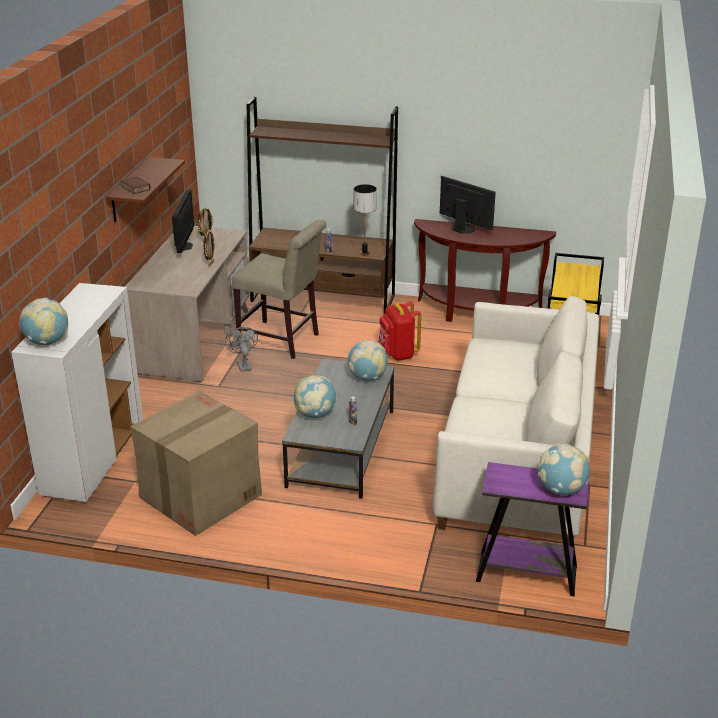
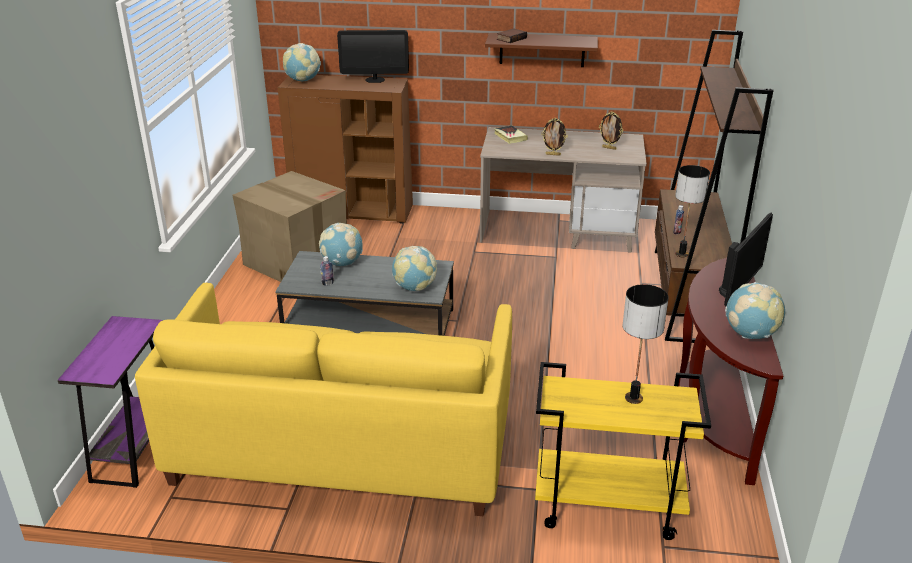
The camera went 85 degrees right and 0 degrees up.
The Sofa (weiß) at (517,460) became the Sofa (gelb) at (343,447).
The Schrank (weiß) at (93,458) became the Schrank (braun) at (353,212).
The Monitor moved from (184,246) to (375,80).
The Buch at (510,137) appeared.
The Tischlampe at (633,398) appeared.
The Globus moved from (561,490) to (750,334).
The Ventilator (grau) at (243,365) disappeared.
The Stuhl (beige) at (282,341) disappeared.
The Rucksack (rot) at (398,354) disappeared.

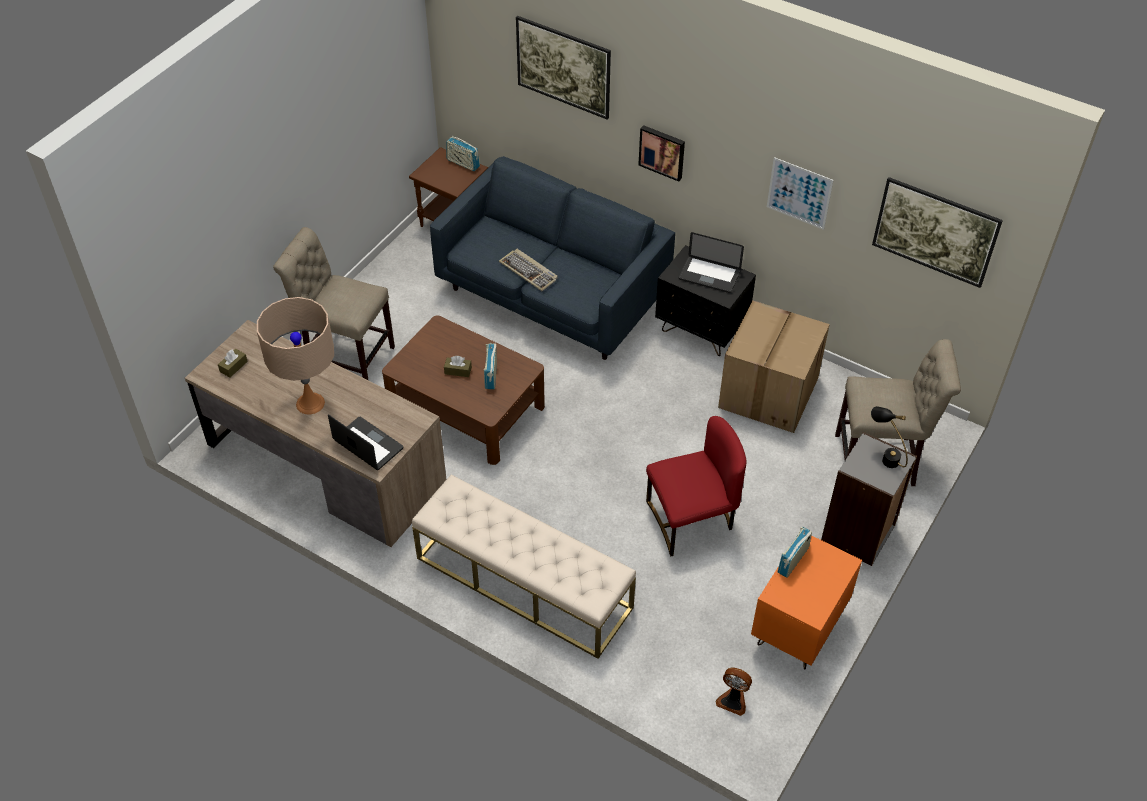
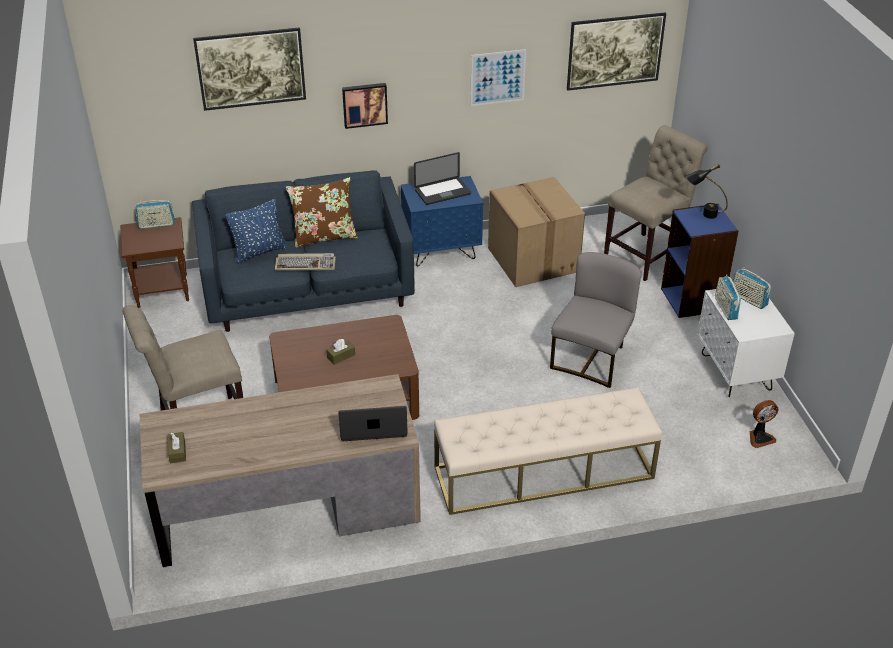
The camera went 45 degrees left and 10 degrees down.
The Kissen (blau) at (259,251) appeared.
The Kissen (braun) at (324,236) appeared.
The Nachttisch (schwarz) at (701,330) became the Nachttisch (blau) at (441,251).
The Stuhl (rot) at (691,520) became the Stuhl (grau) at (591,359).
The Bücherregal (grau) at (858,534) became the Bücherregal (blau) at (692,300).
The Nachttisch (orange) at (798,629) became the Nachttisch (weiß) at (736,372).
The Radio moved from (491,375) to (748,299).
The Tischlampe (beige) at (310,403) disappeared.

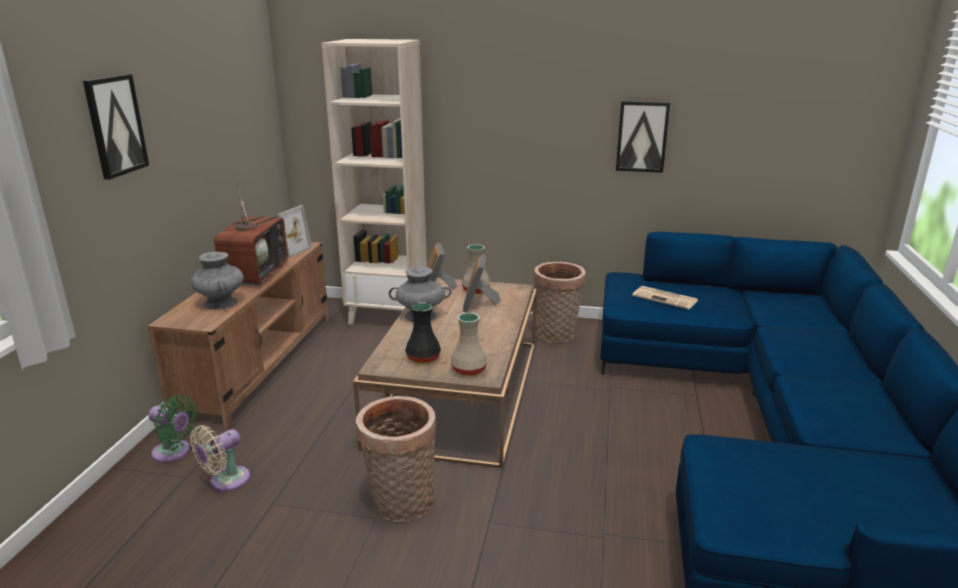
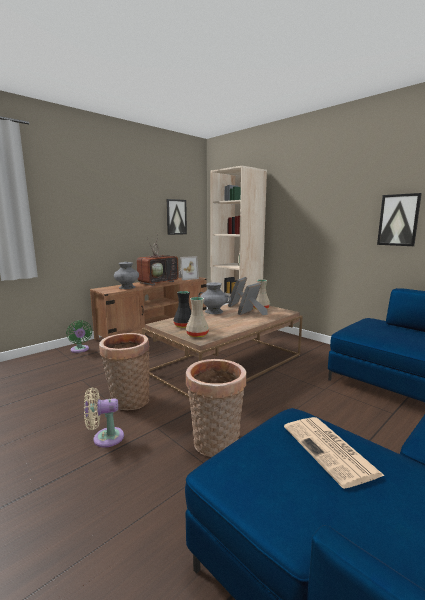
The camera went 35 degrees right and 10 degrees down.
The Ventilator (beige) moved from (226,481) to (105,438).
The Bild moved from (115,125) to (176,217).
The Korb moved from (556,335) to (215,445).
The Zeitung moved from (666,298) to (330,450).

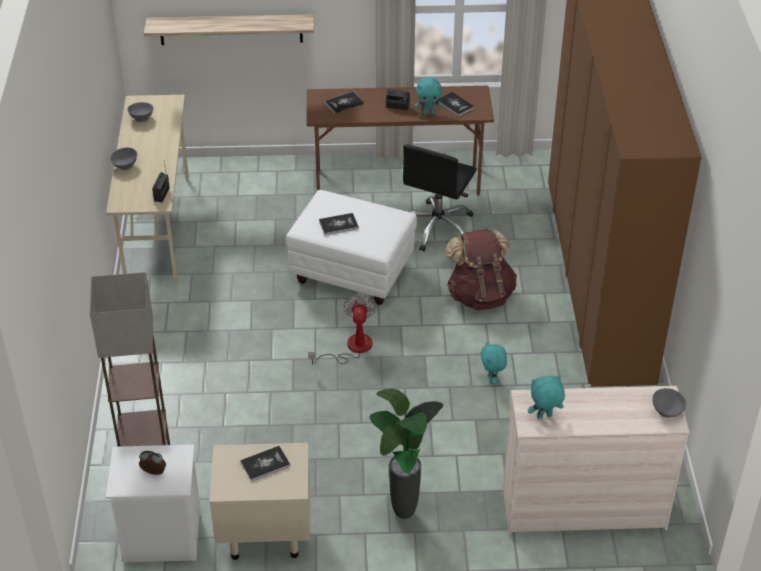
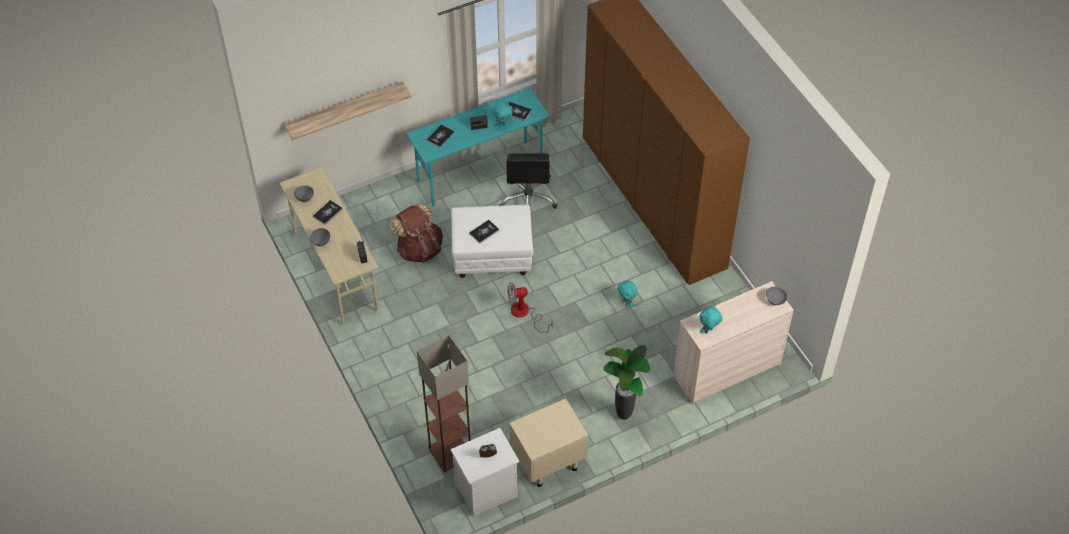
The camera went 25 degrees left and 10 degrees up.
The Buch moved from (265,464) to (328,213).
The Rucksack (braun) moved from (480,295) to (419,249).
The Schreibtisch (braun) at (398,181) became the Schreibtisch (türkis) at (480,172).
The Ventilator at (351,348) turned 75 degrees counterclockwise.

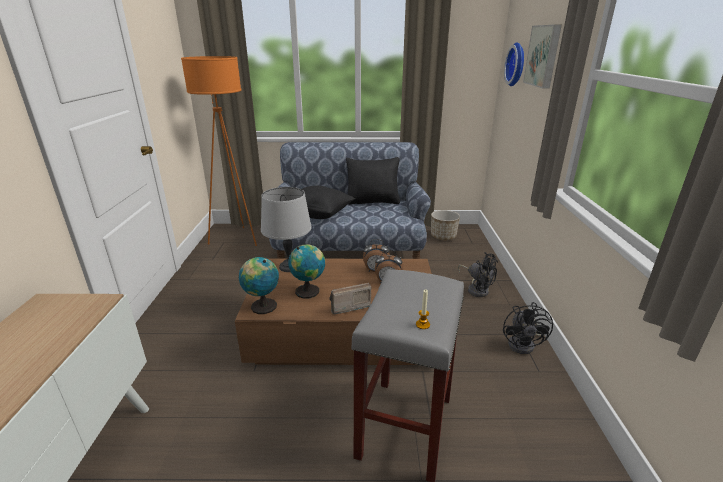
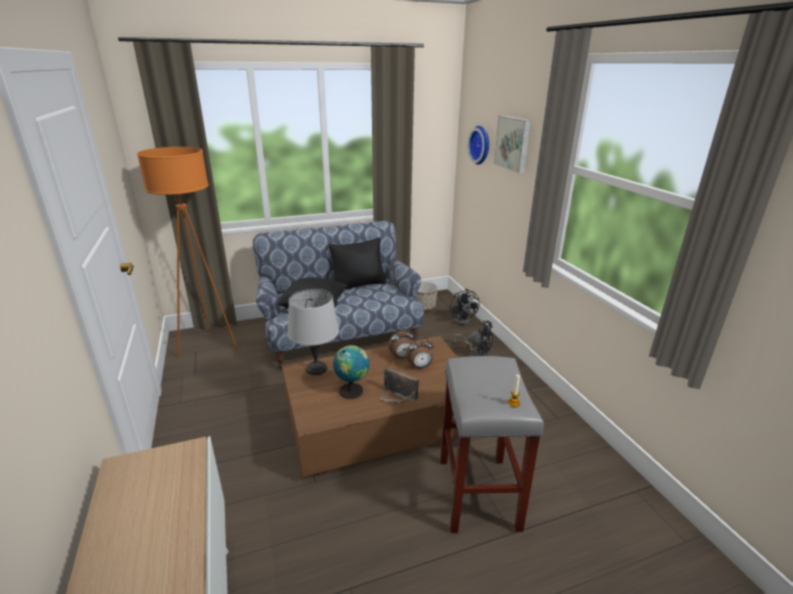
The camera went 20 degrees left and 0 degrees up.
The Radio at (348,306) turned 105 degrees counterclockwise.
The Ventilator (schwarz) moved from (524,344) to (463,319).
The Globus at (262,306) disappeared.

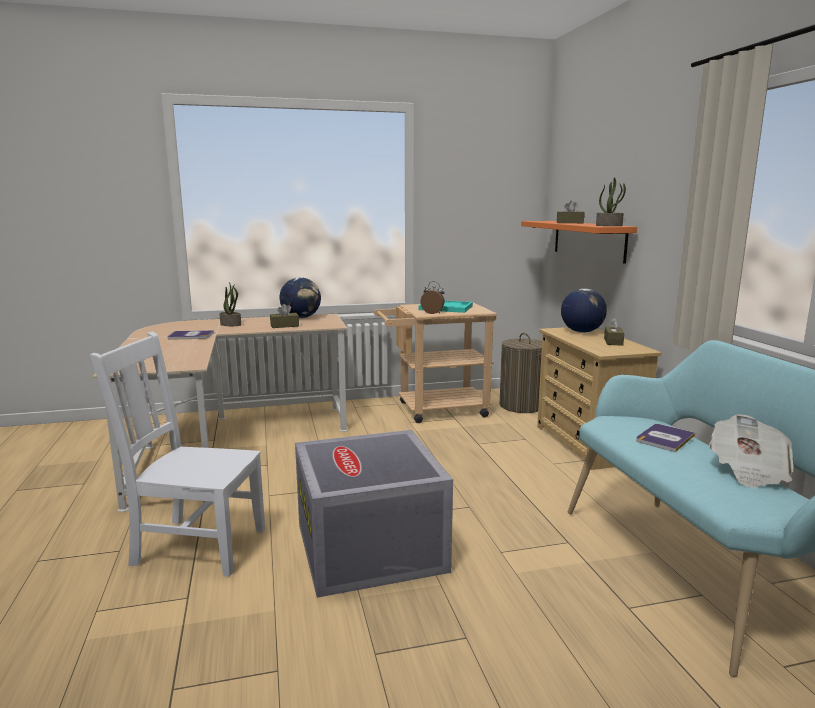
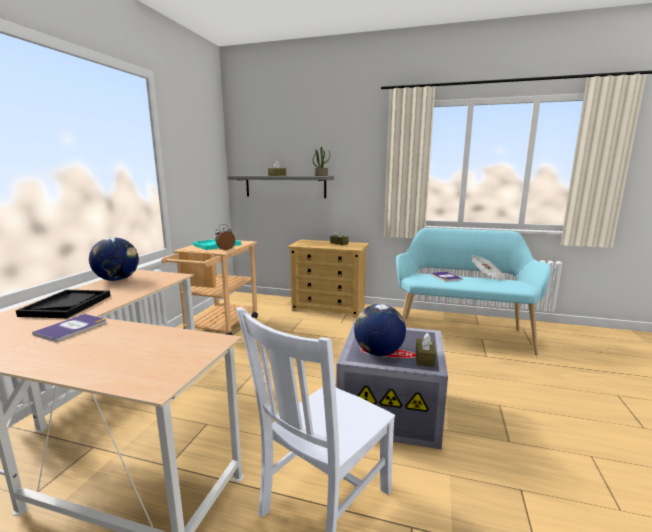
The camera went 60 degrees left and 0 degrees up.
The Topfpflanze at (231,324) was replaced by the Tablett (schwarz) at (67,305).
The Wandregal (orange) at (588,240) became the Wandregal (grau) at (285,186).
The Globus moved from (581,332) to (378,353).
The Taschentuchbox (braun) moved from (284,326) to (424,358).
The Wäschekorb at (521,406) disappeared.

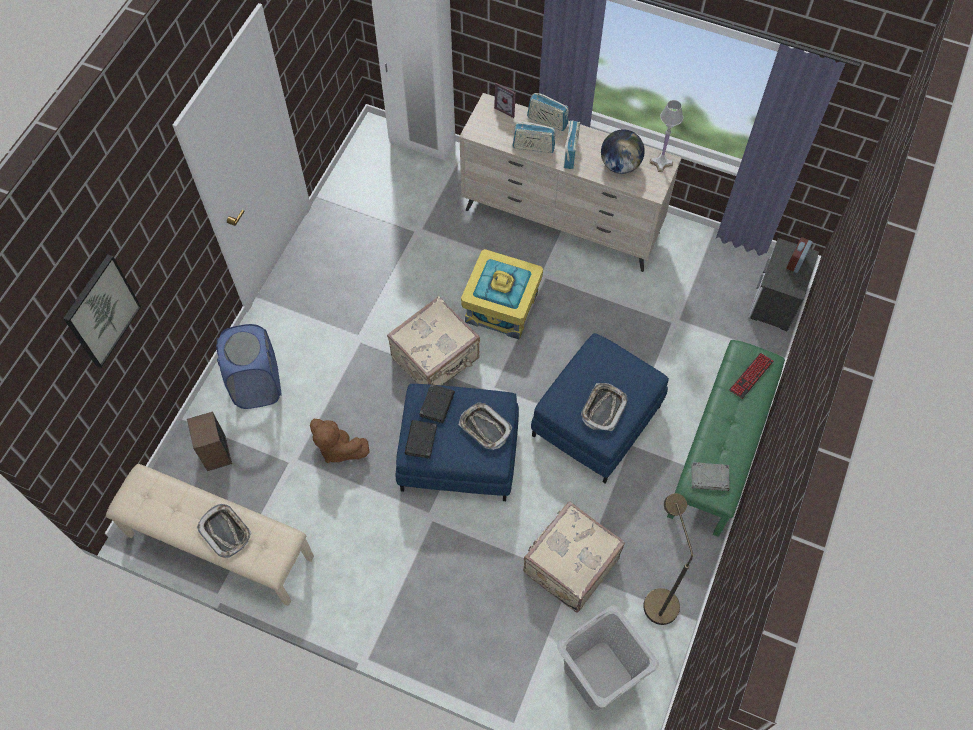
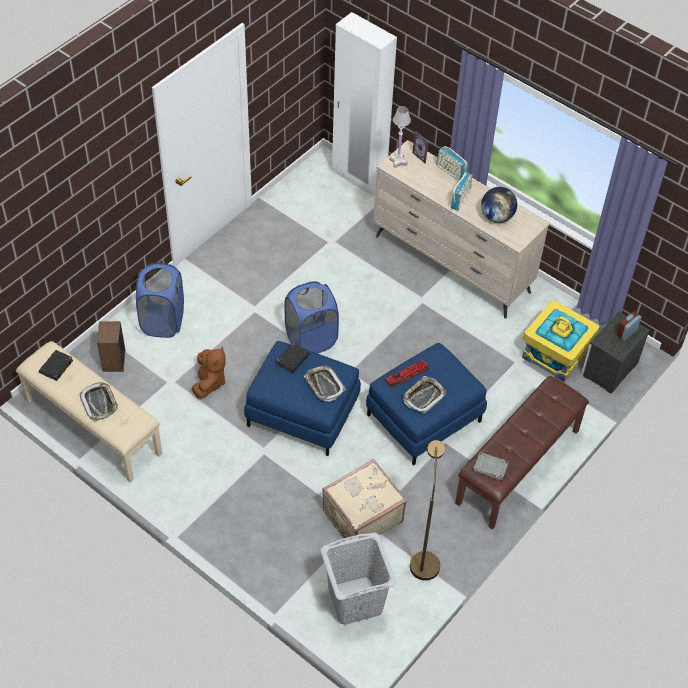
The camera went 15 degrees right and 10 degrees down.
The Buch (schwarz) moved from (421,441) to (56,367).
The Plüschtier (braun) at (338,448) turned 135 degrees counterclockwise.
The Koffer (beige) at (436,359) was replaced by the Wäschekorb (blau) at (311,339).
The Tastatur moved from (751,376) to (407,374).
The Tischlampe (weiß) moved from (661,163) to (398,161).
The Bank (grün) at (720,450) became the Bank (braun) at (518,467).
The Aufbewahrungsbox (gelb) moved from (502,307) to (556,354).
The Bild at (101,311) disappeared.
The Radio at (533,147) disappeared.

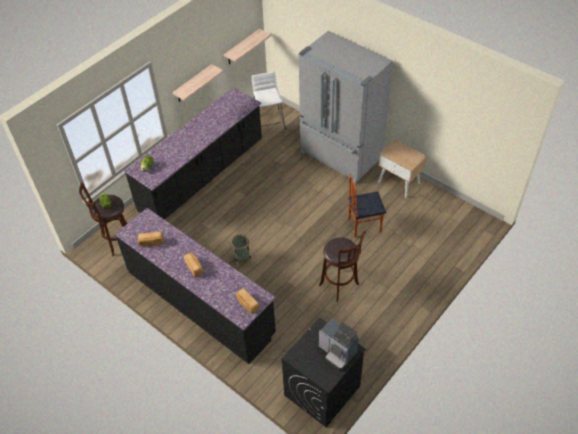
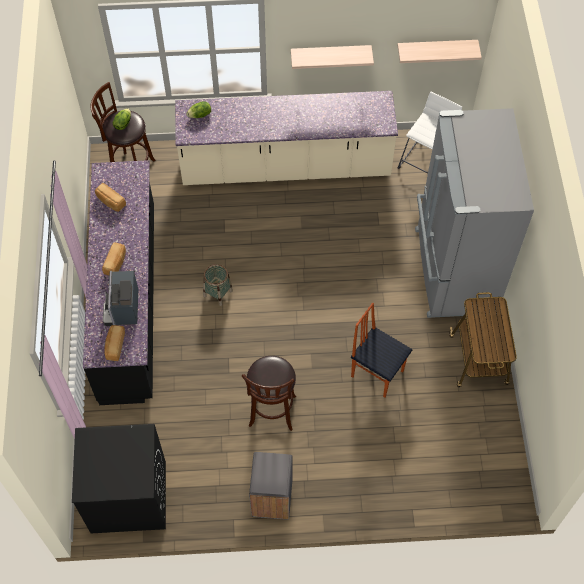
The camera went 45 degrees right and 10 degrees up.
The Kaffeemaschine moved from (337,352) to (123,309).
The Küchenzeile (schwarz) at (202,176) became the Küchenzeile (beige) at (286,167).
The Mülleimer (grau) at (271,499) appeared.
The Nachttisch (beige) at (399,182) was replaced by the Rollwagen at (478,361).

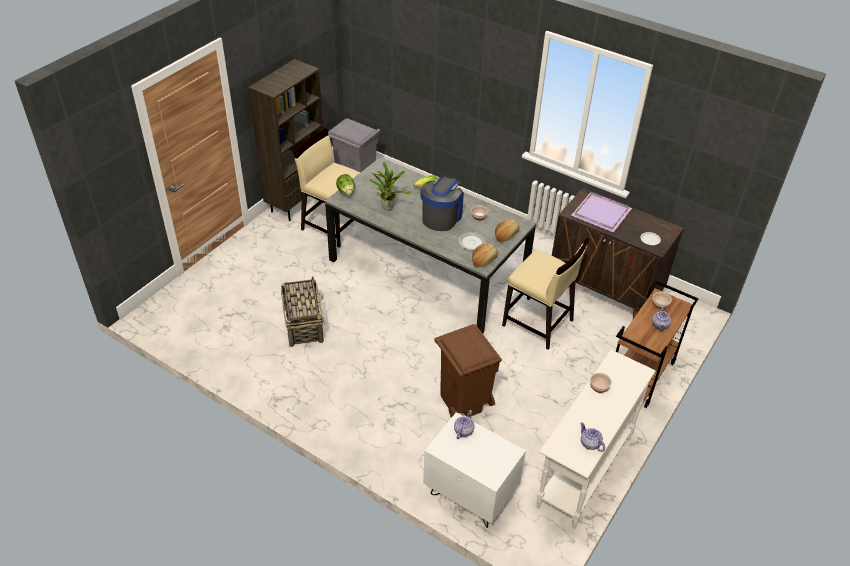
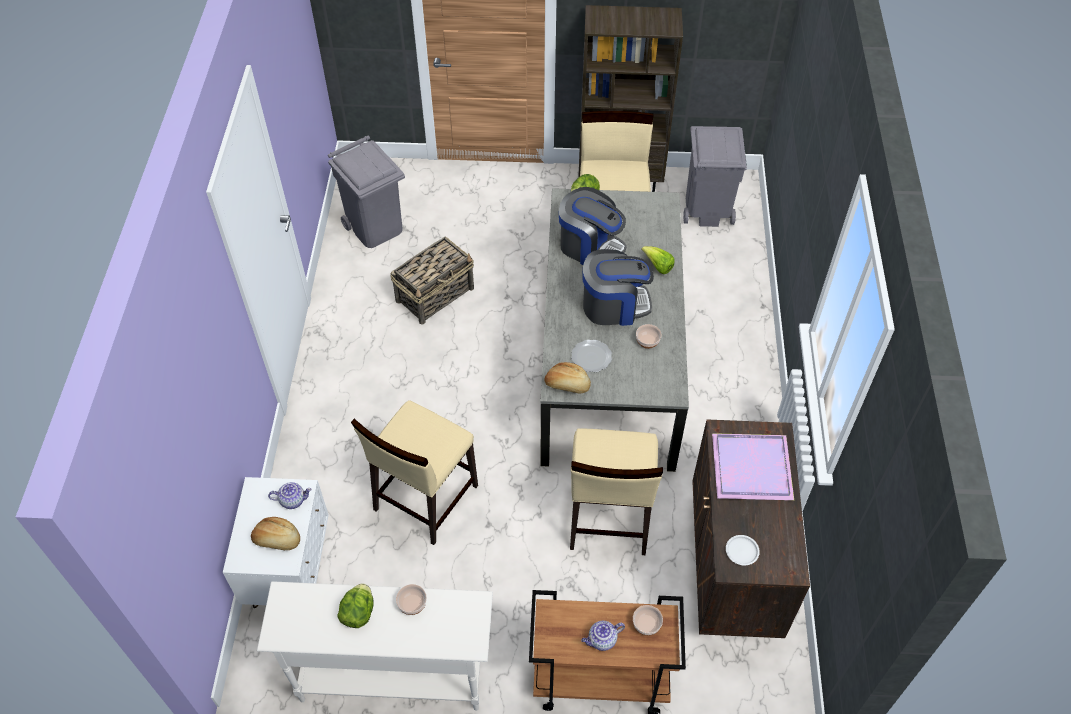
The camera went 60 degrees right and 10 degrees up.
The Brot moved from (506,235) to (277,540).
The Mülleimer (grau) at (375,227) appeared.
The Salatkopf at (358,613) appeared.
The Mülleimer (braun) at (464,400) was replaced by the Stuhl (beige) at (424,498).
The Topfpflanze at (388,206) was replaced by the Kaffeemaschine at (590,246).
The Teekanne at (589,443) disappeared.

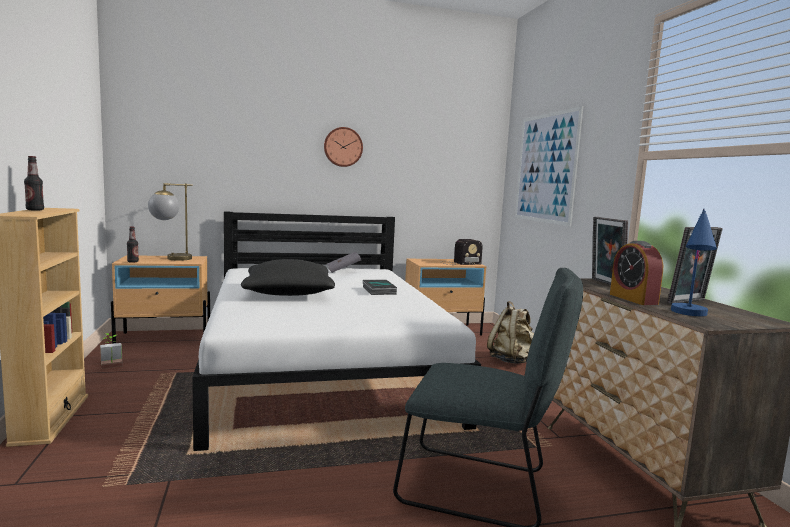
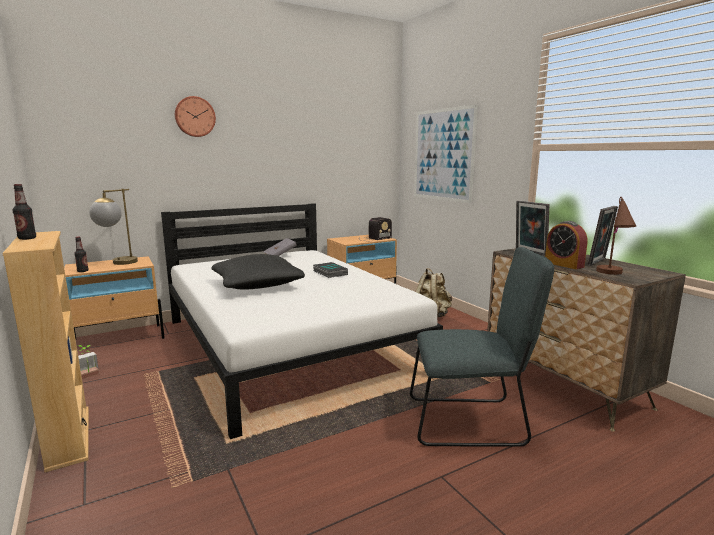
The camera went 15 degrees left and 5 degrees up.
The Wanduhr moved from (343,147) to (195,117).
The Tischlampe (blau) at (689,315) became the Tischlampe (braun) at (612,274).

